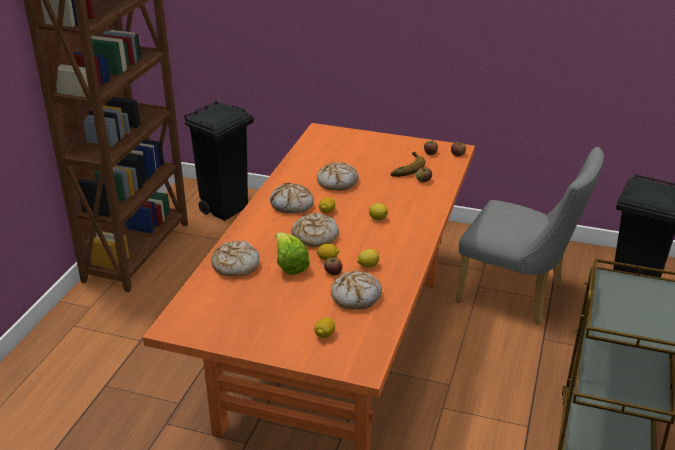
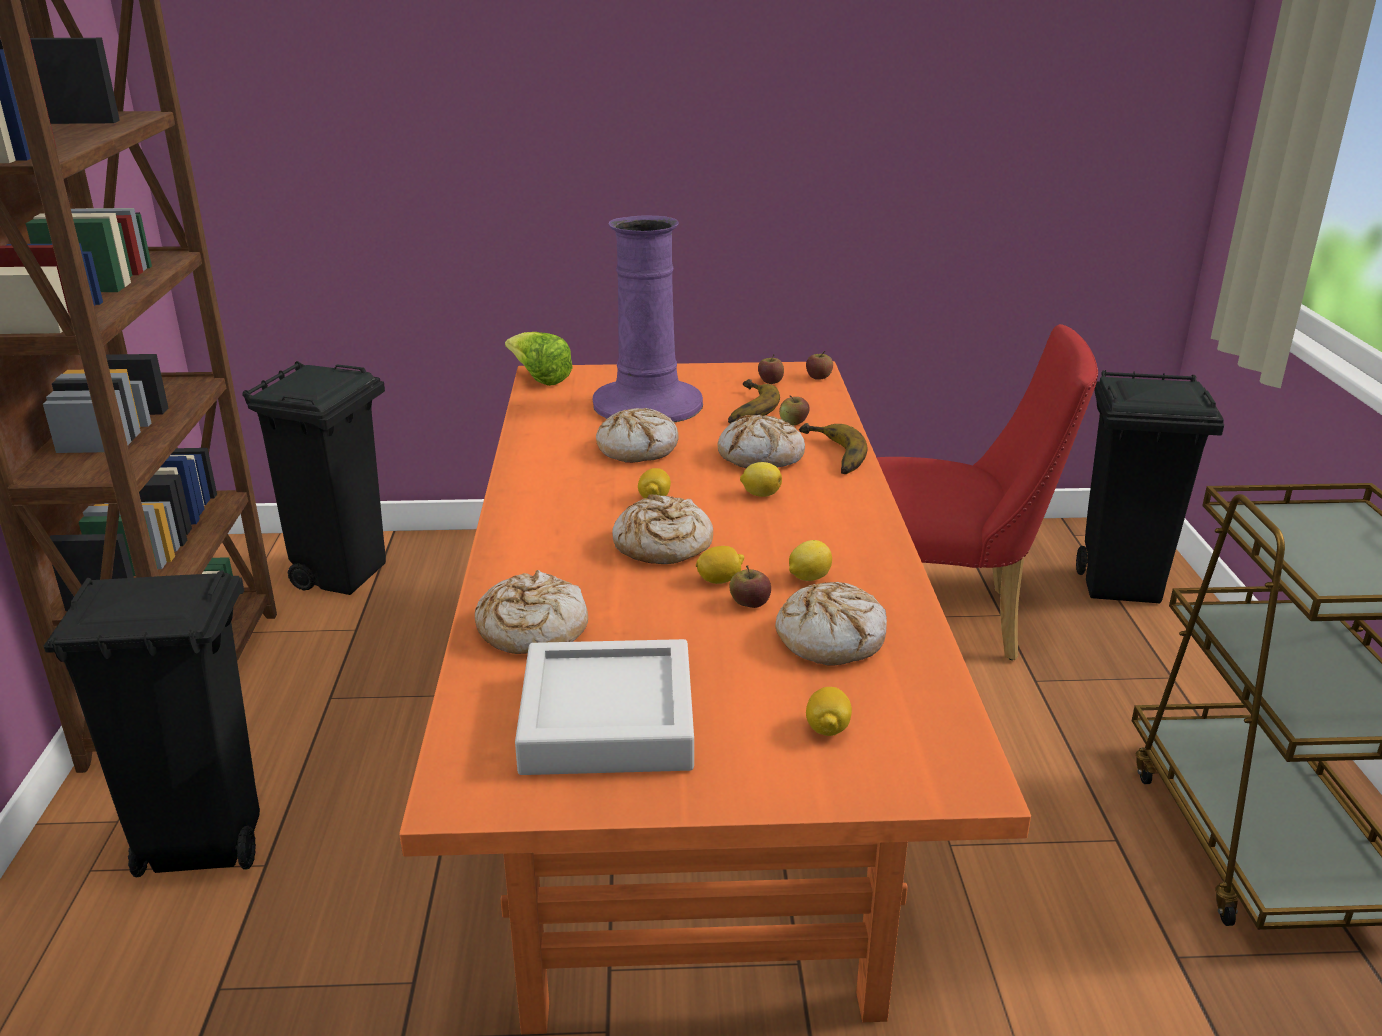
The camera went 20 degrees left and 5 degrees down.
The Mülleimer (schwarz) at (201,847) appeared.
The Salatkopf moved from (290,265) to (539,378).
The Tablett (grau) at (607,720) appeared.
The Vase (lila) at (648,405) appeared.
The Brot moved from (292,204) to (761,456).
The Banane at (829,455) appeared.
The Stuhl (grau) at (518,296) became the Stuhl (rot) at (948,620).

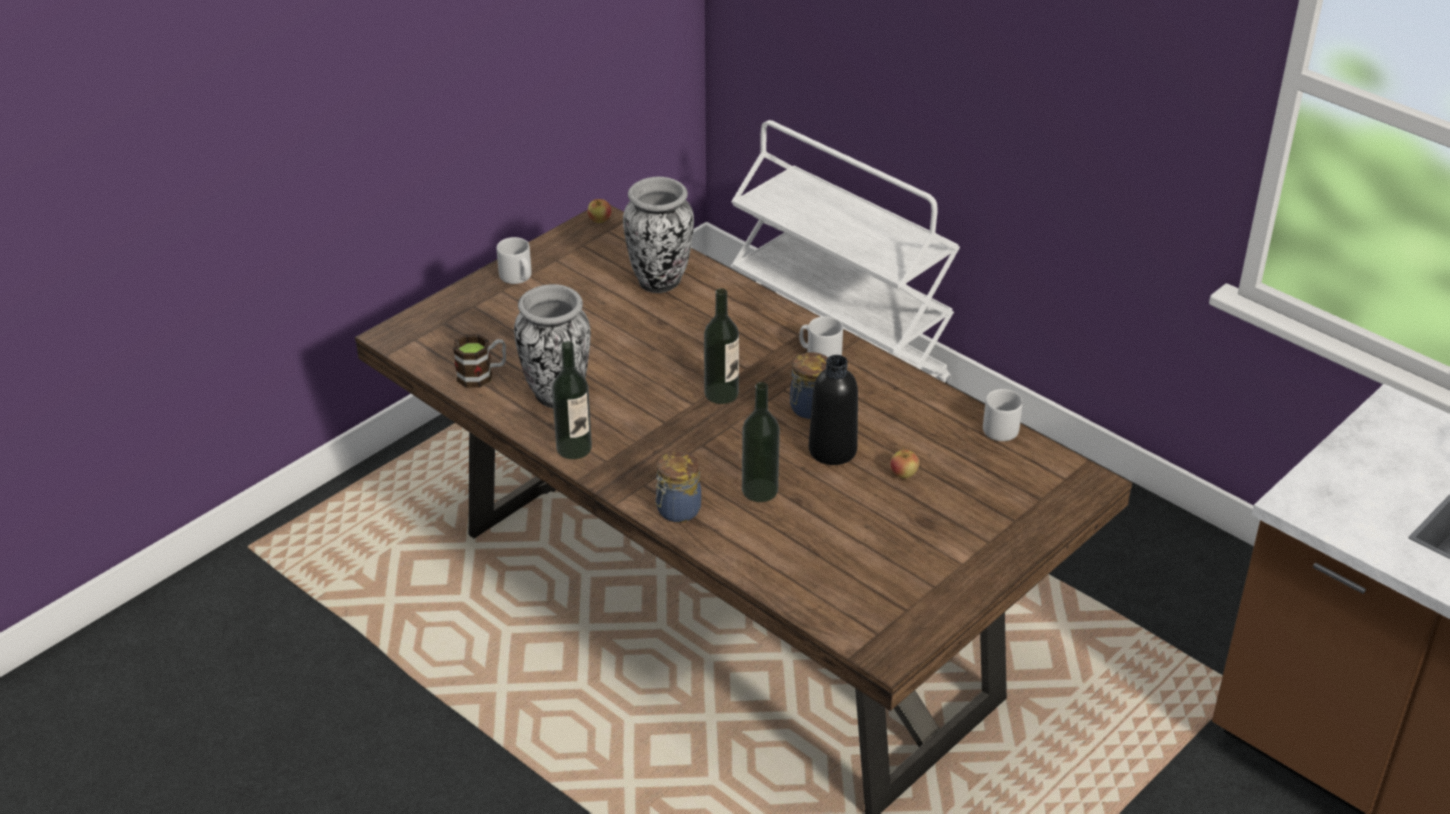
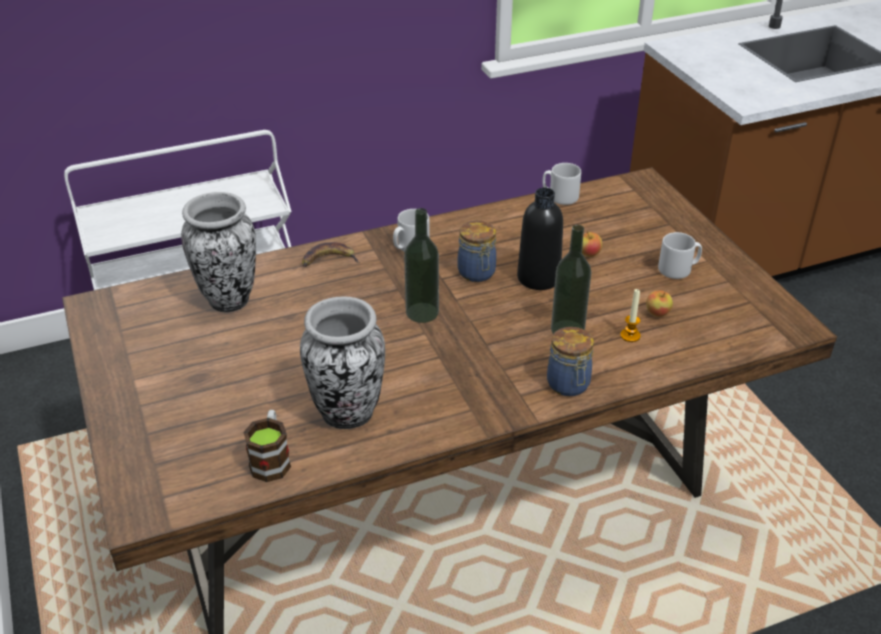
The camera went 65 degrees left and 0 degrees up.
The Banane at (328,260) appeared.
The Kerze at (630,335) appeared.
The Apfel moved from (600,220) to (657,313).
The Henkelbecher (grau) moved from (517,277) to (678,269).
The Flasche at (574,448) disappeared.

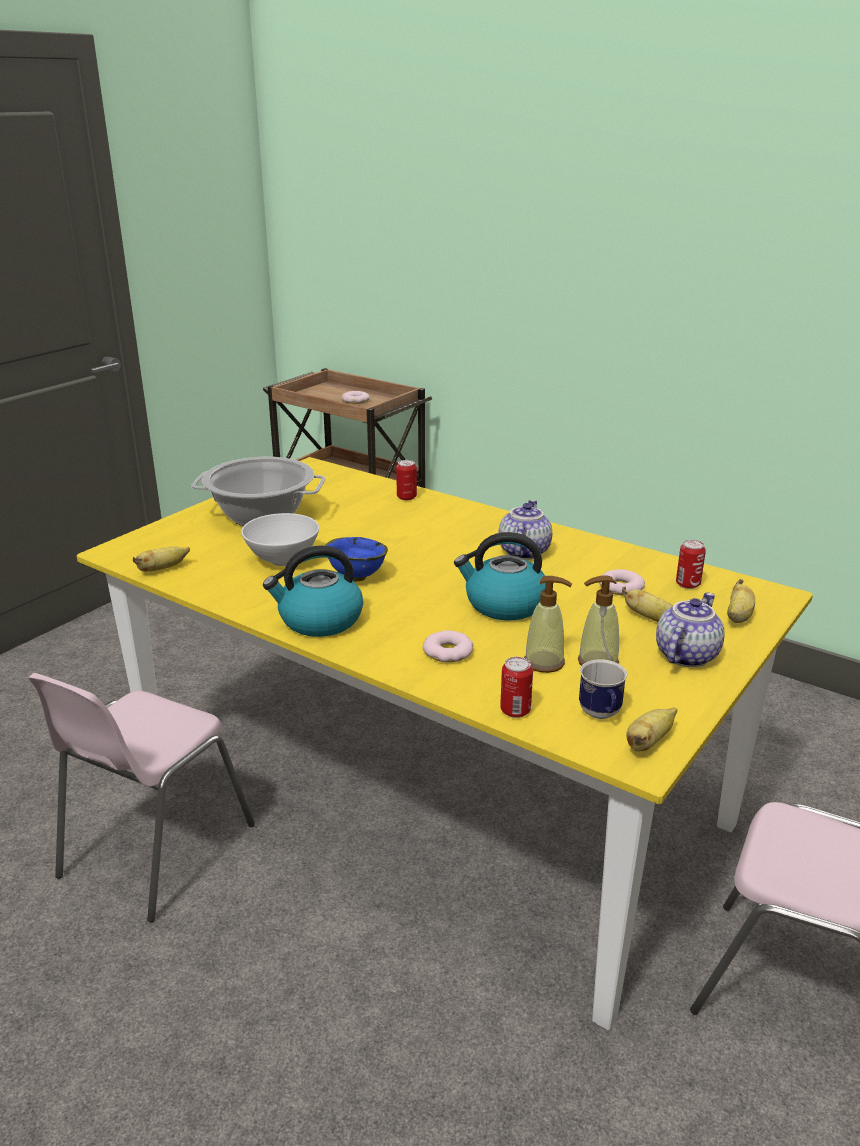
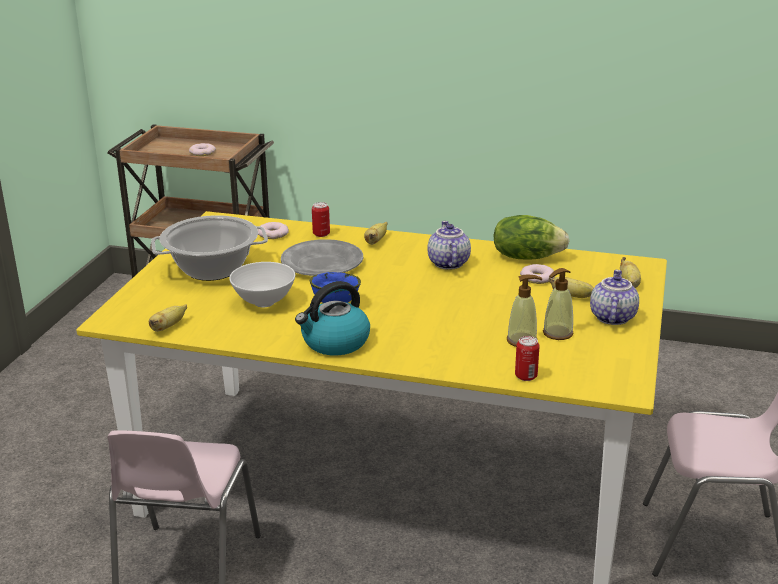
The camera went 20 degrees left and 0 degrees up.
The Donut moved from (448,652) to (273,234).
The Teller (grau) at (322,263) appeared.
The Banane moved from (648,742) to (375,241).
The Salatkopf at (527,256) appeared.
The Wasserkessel at (504,605) disappeared.
The Henkelbecher at (601,715) disappeared.
The Dose at (688,584) disappeared.

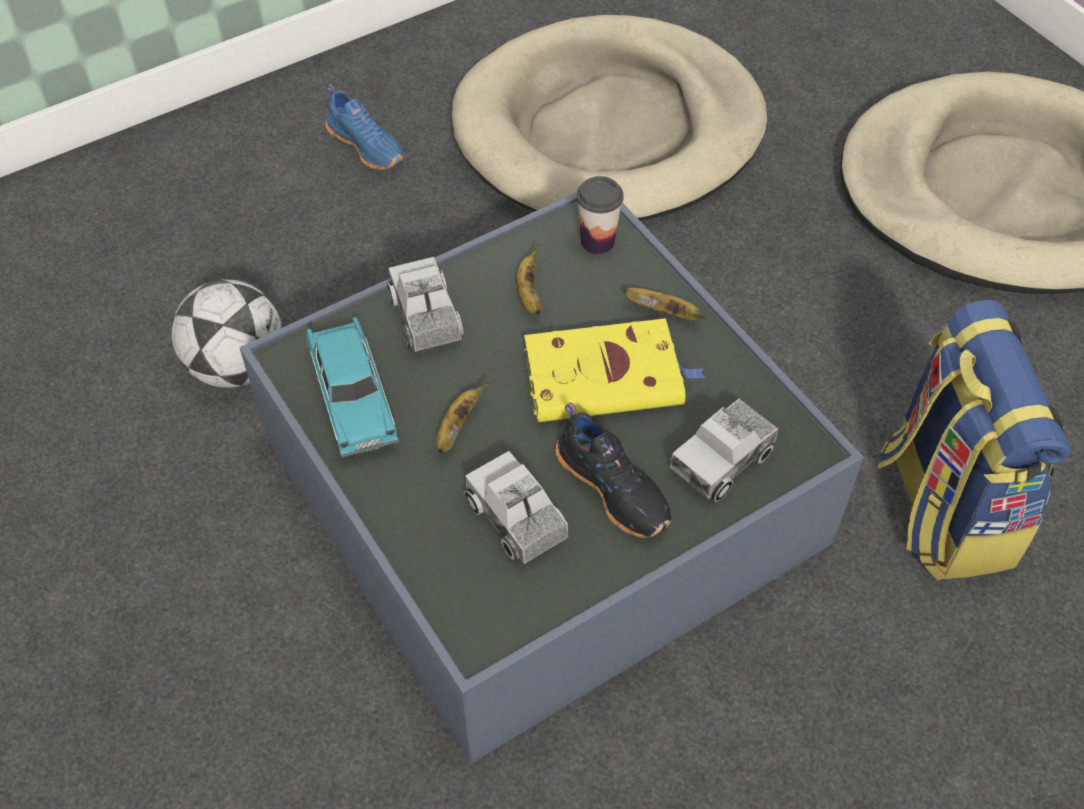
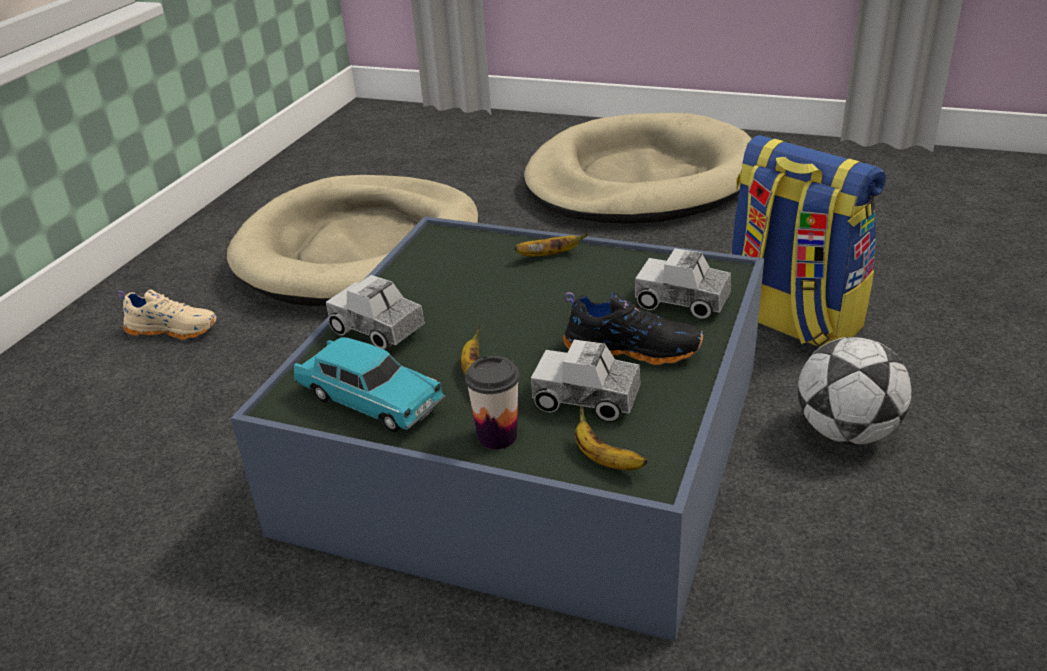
The camera went 35 degrees left and 20 degrees down.
The Schuh (blau) at (367,145) became the Schuh (beige) at (174,329).
The Tasse moved from (597,241) to (497,436).
The Banane moved from (529,294) to (605,460).
The Spielzeuglaster at (722,460) turned 105 degrees clockwise.
The Fußball moved from (237,366) to (846,432).
The Buch (gelb) at (607,377) disappeared.

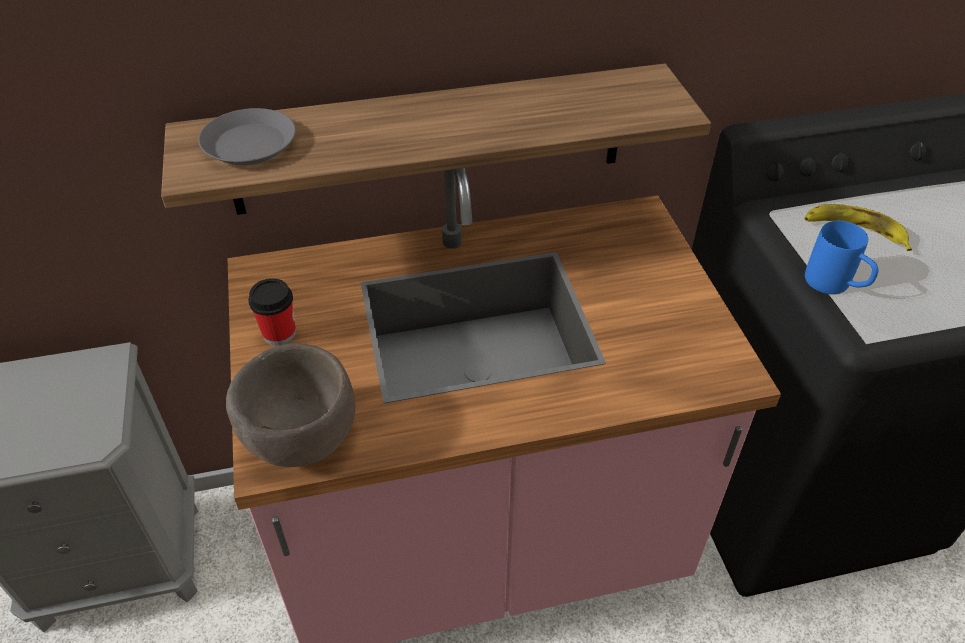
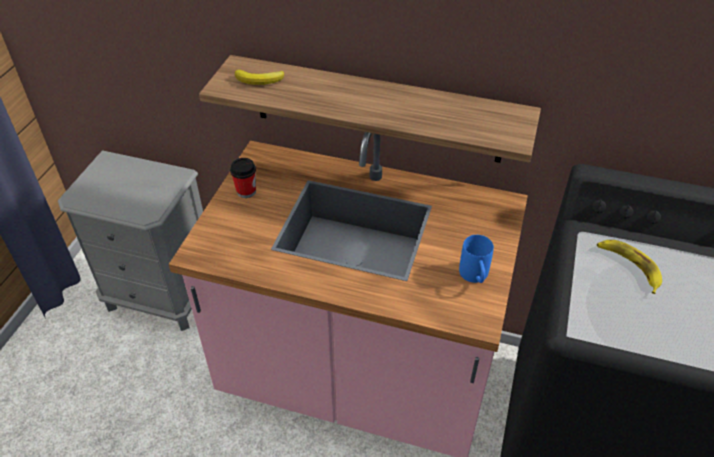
The camera went 30 degrees right and 0 degrees up.
The Teller (grau) at (250,144) was replaced by the Banane at (260,80).
The Henkelbecher (blau) moved from (835,286) to (475,277).
The Schüssel (braun) at (300,437) disappeared.

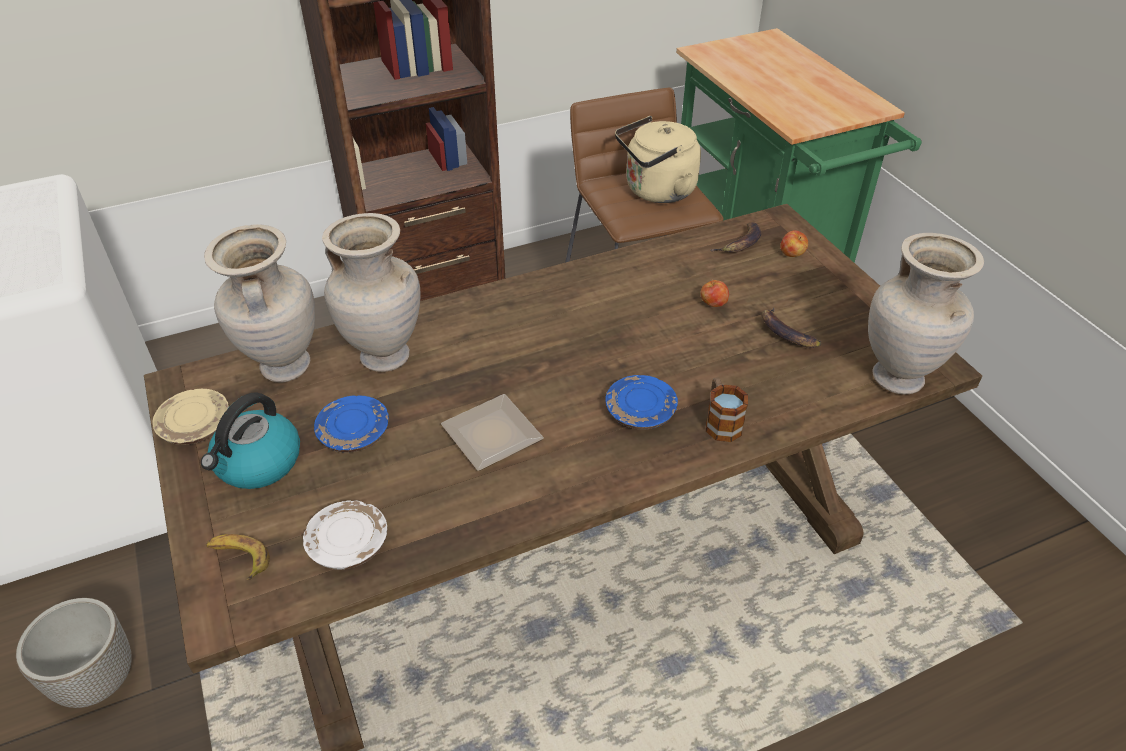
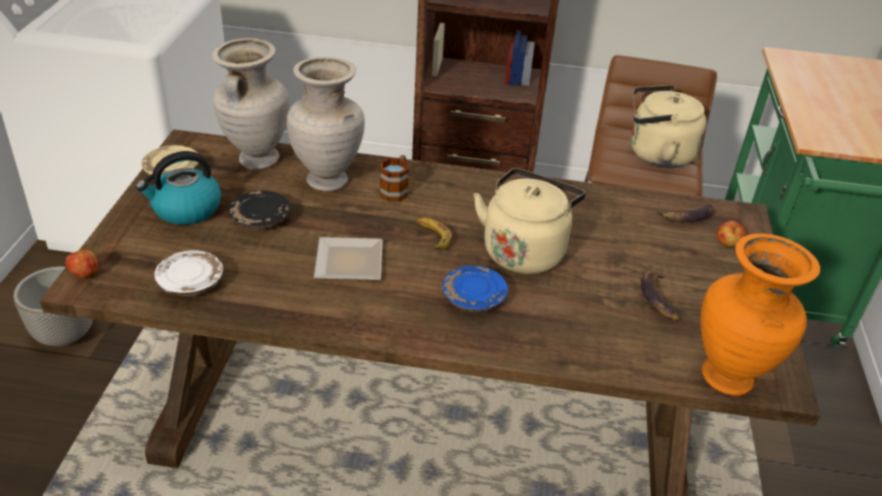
The camera went 30 degrees right and 5 degrees down.
The Apfel moved from (713,304) to (85,274).
The Teller (blau) at (354,433) became the Teller (schwarz) at (261,219).
The Henkelbecher moved from (720,422) to (396,189).
The Banane moved from (239,558) to (432,236).
The Wasserkessel (beige) at (525,250) appeared.
The Vase (beige) at (898,378) became the Vase (orange) at (729,378).

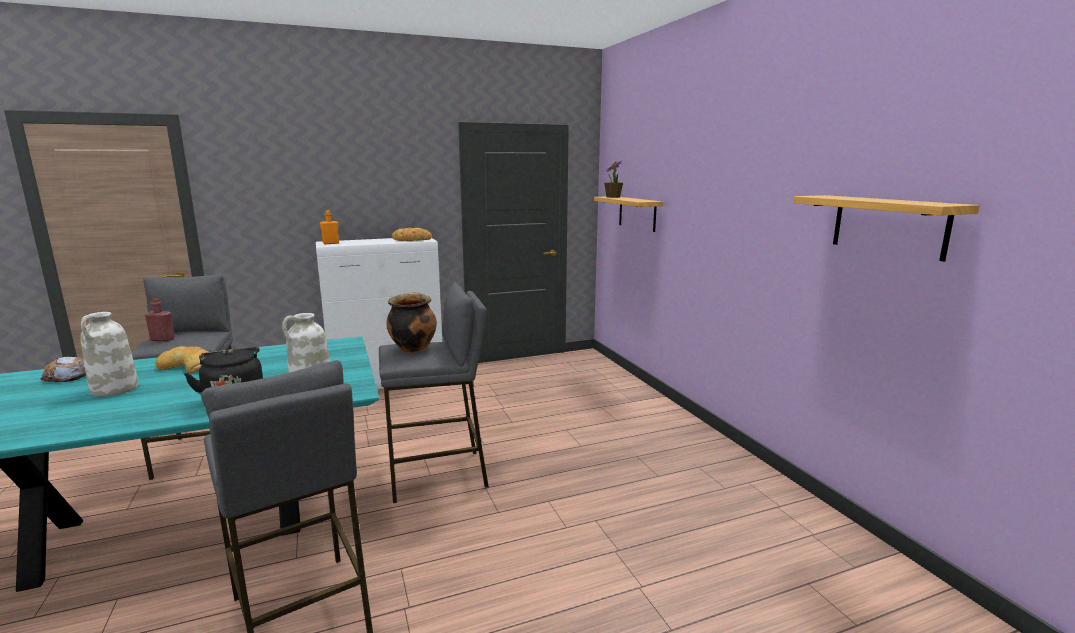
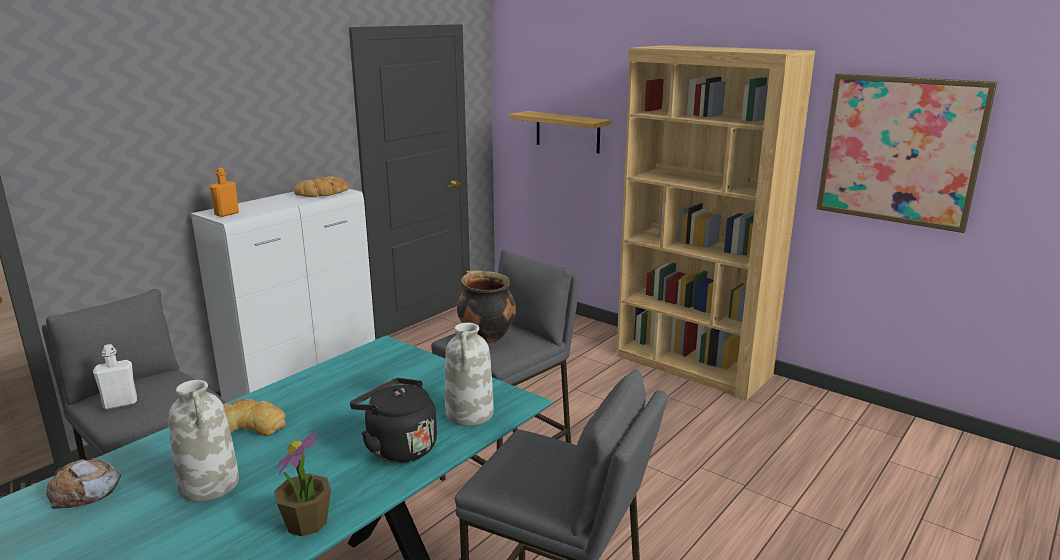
The camera went 30 degrees left and 5 degrees up.
The Flasche (rot) at (162,339) became the Flasche (weiß) at (120,403).
The Topfpflanze moved from (613,197) to (306,523).
The Bücherregal (braun) at (692,366) appeared.
The Wandregal at (888,226) was replaced by the Bild at (899,150).

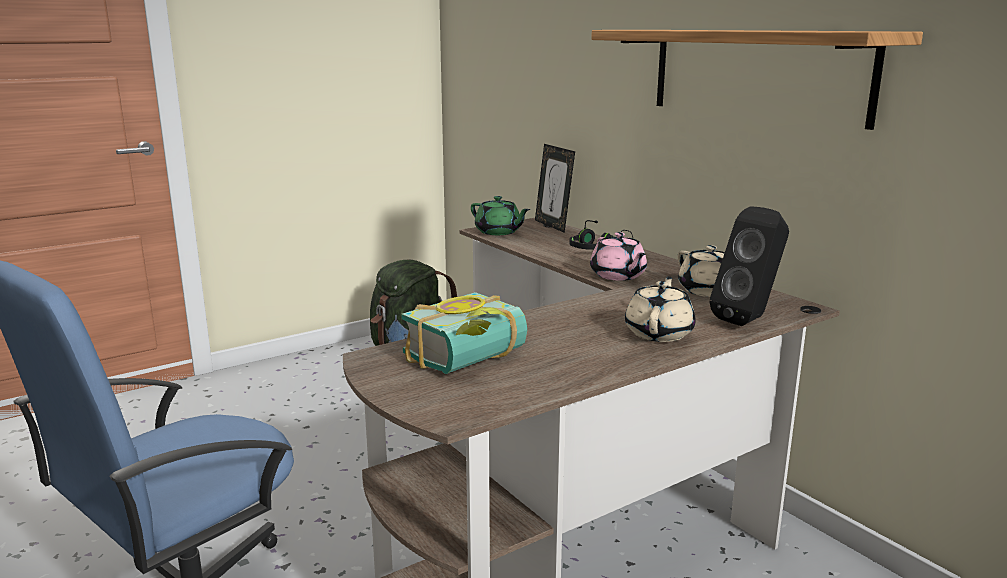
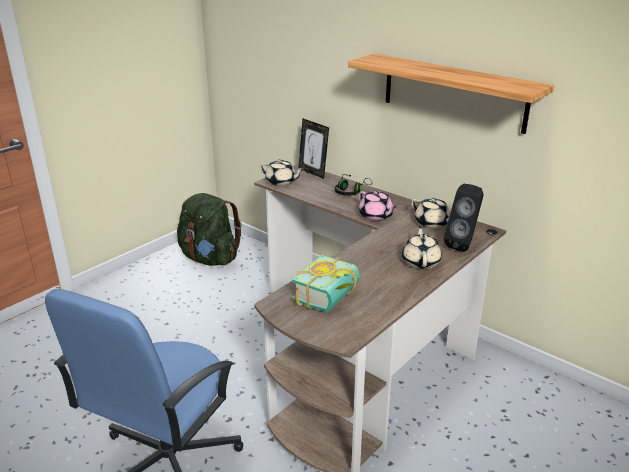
The camera went 15 degrees left and 10 degrees up.
The Teekanne (grün) at (498,232) became the Teekanne (beige) at (281,182).

